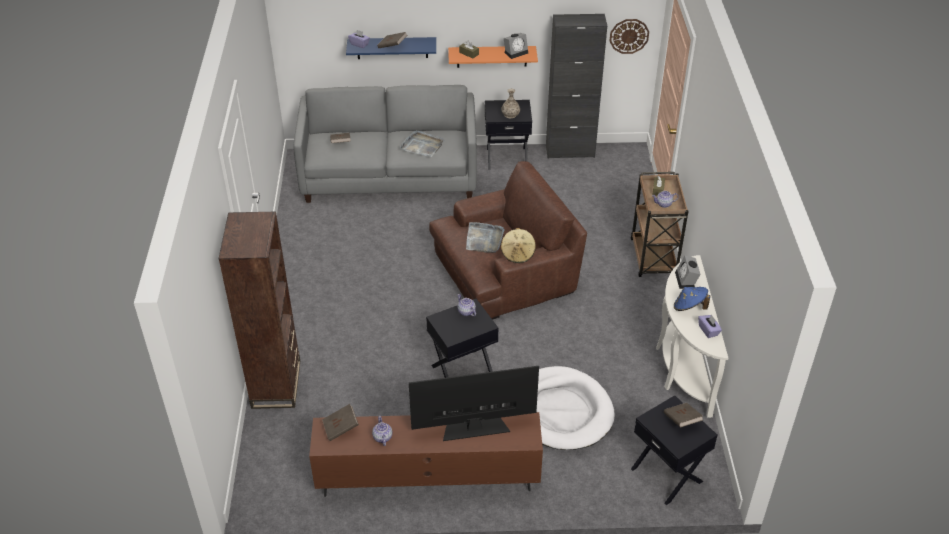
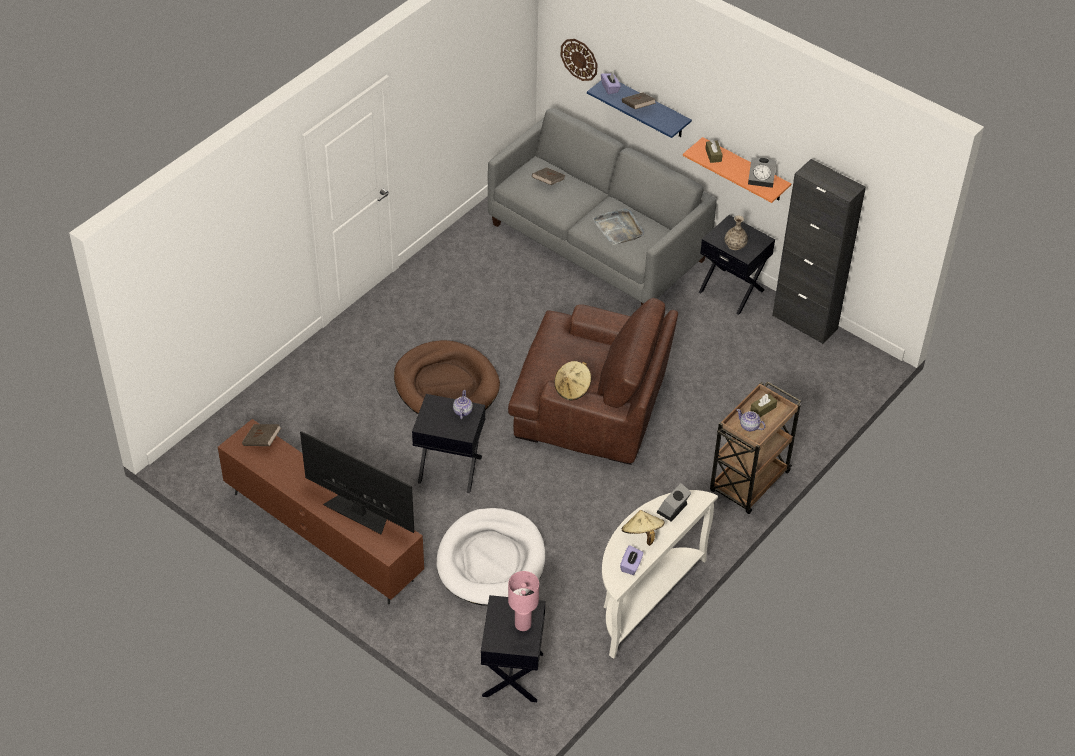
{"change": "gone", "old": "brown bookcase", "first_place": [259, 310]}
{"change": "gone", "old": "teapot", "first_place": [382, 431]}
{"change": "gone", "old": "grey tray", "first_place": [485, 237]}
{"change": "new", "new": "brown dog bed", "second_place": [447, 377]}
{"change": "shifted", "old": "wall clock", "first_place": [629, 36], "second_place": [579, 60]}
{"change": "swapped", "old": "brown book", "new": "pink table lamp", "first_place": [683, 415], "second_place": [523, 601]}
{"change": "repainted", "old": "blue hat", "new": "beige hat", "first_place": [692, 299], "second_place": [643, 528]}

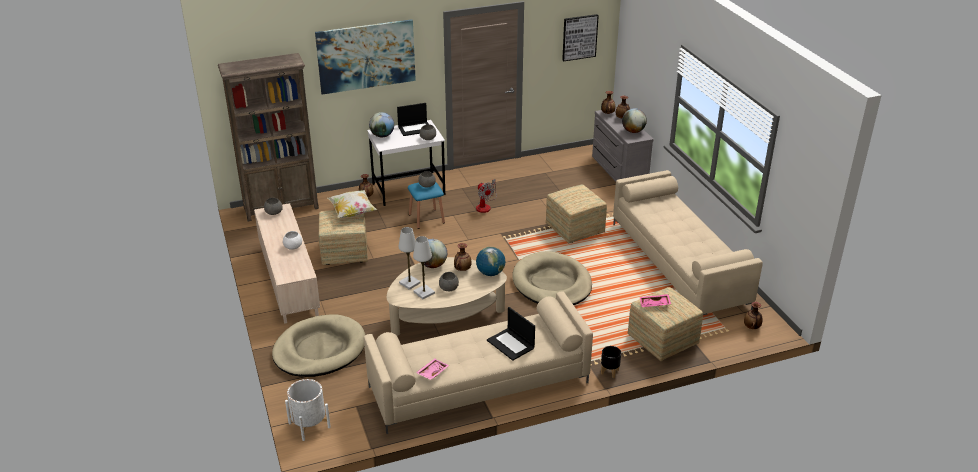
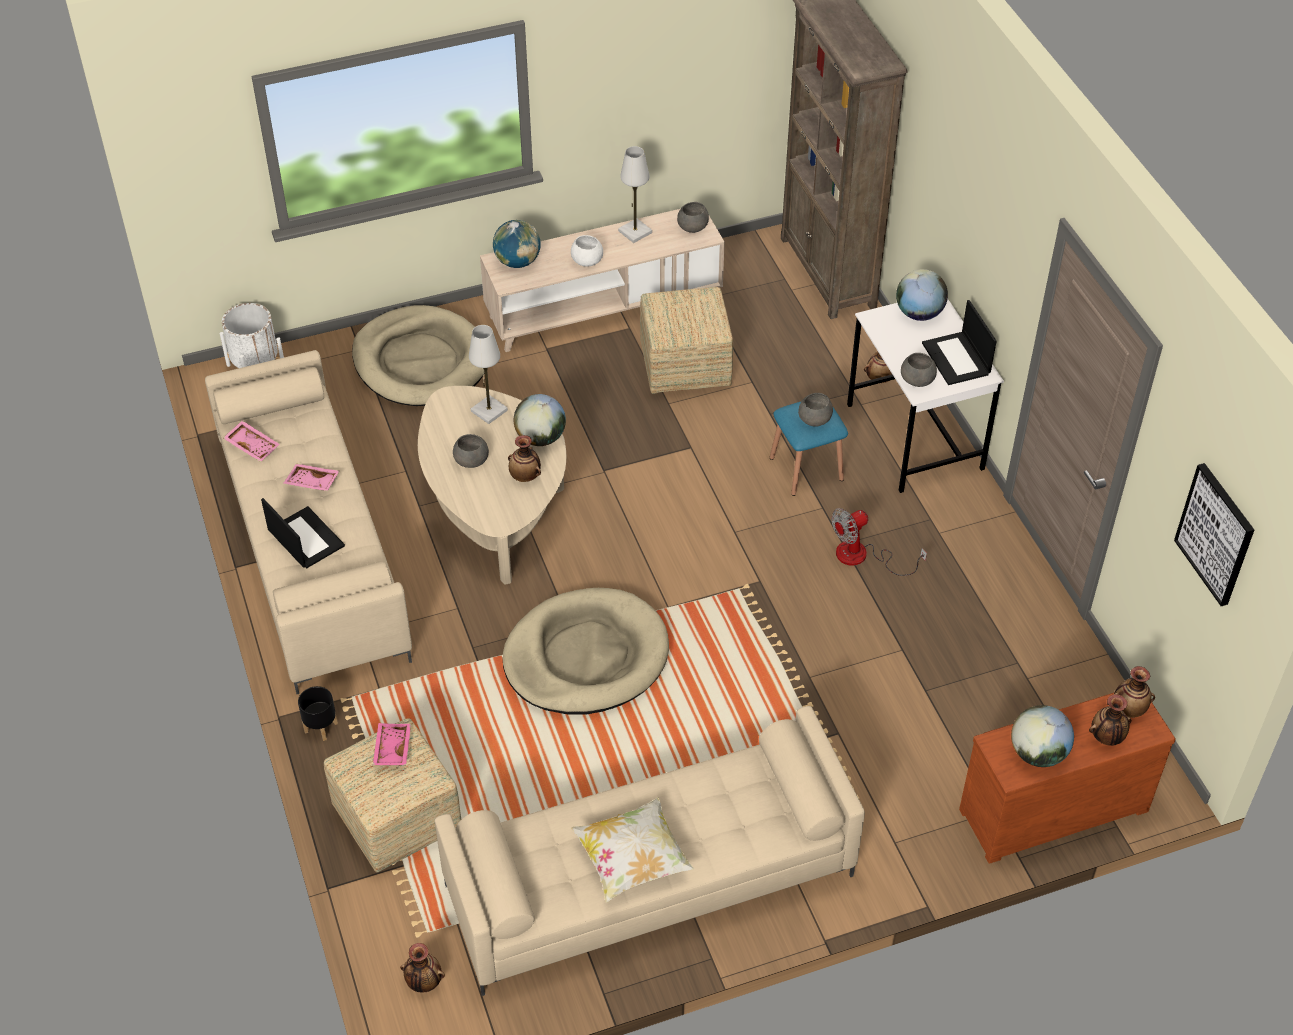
{"change": "gone", "old": "picture", "first_place": [365, 57]}
{"change": "gone", "old": "ottoman", "first_place": [576, 213]}
{"change": "new", "new": "pink tray", "second_place": [312, 477]}
{"change": "shifted", "old": "pillow", "first_place": [352, 204], "second_place": [632, 850]}
{"change": "shifted", "old": "white table lamp", "first_place": [424, 267], "second_place": [635, 194]}
{"change": "shifted", "old": "globe", "first_place": [491, 261], "second_place": [517, 244]}
{"change": "repainted", "old": "grey dresser", "new": "brown dresser", "first_place": [623, 144], "second_place": [1067, 778]}
{"change": "rotated", "old": "laptop", "first_place": [511, 334], "second_place": [303, 533], "degrees": 90}

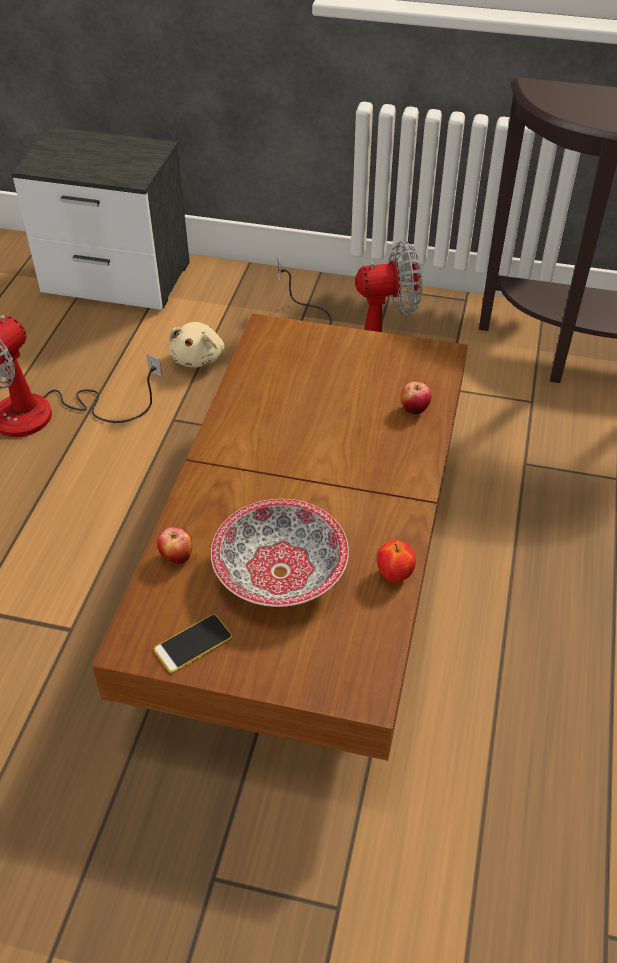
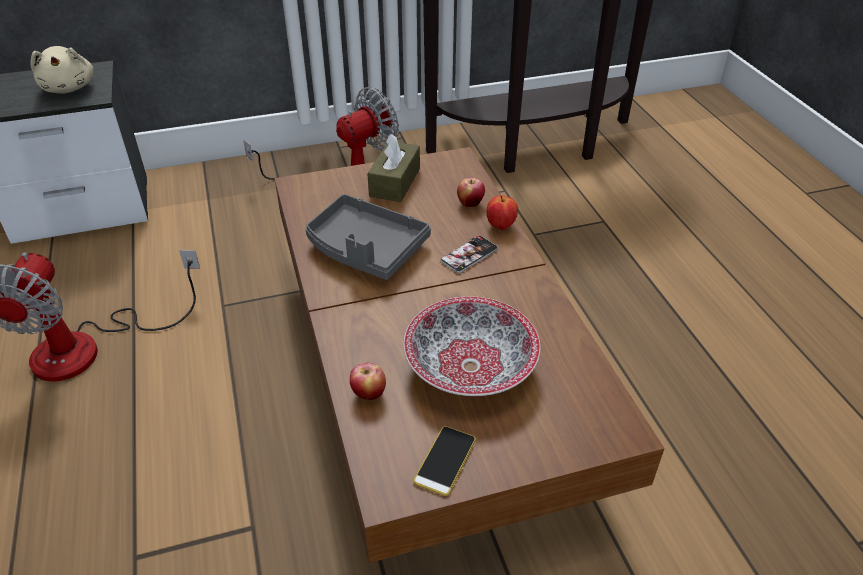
{"change": "new", "new": "grey tray", "second_place": [368, 237]}
{"change": "new", "new": "brown tissue box", "second_place": [393, 168]}
{"change": "new", "new": "phone", "second_place": [469, 254]}
{"change": "shifted", "old": "beige plush toy", "first_place": [197, 345], "second_place": [62, 70]}
{"change": "shifted", "old": "apple", "first_place": [396, 561], "second_place": [502, 212]}

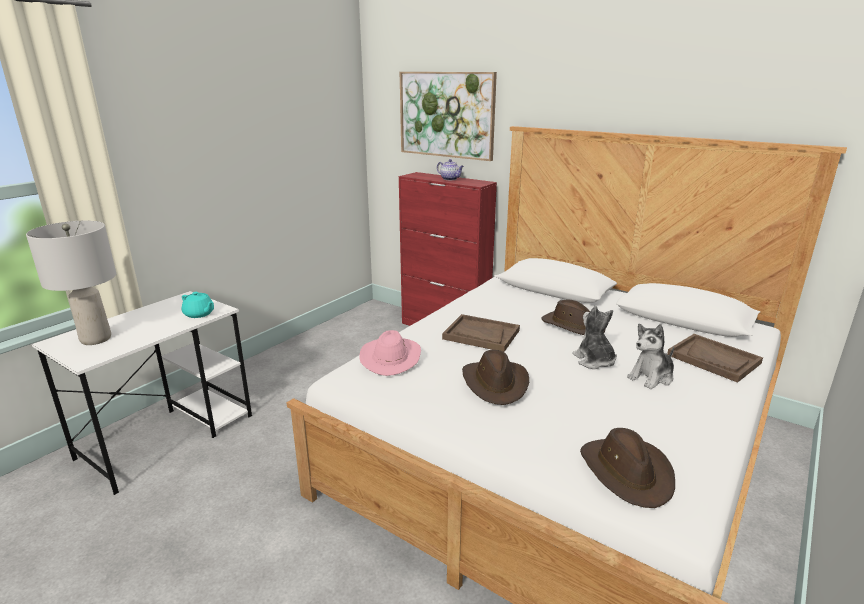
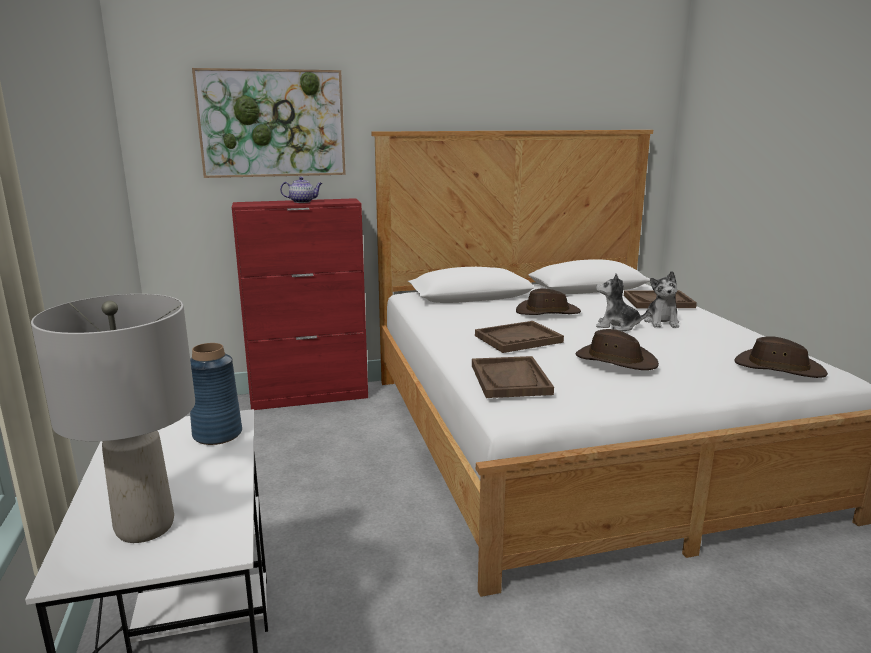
{"change": "swapped", "old": "turquoise teapot", "new": "blue vase", "first_place": [198, 305], "second_place": [216, 394]}
{"change": "swapped", "old": "pink hat", "new": "brown tray", "first_place": [390, 353], "second_place": [513, 377]}

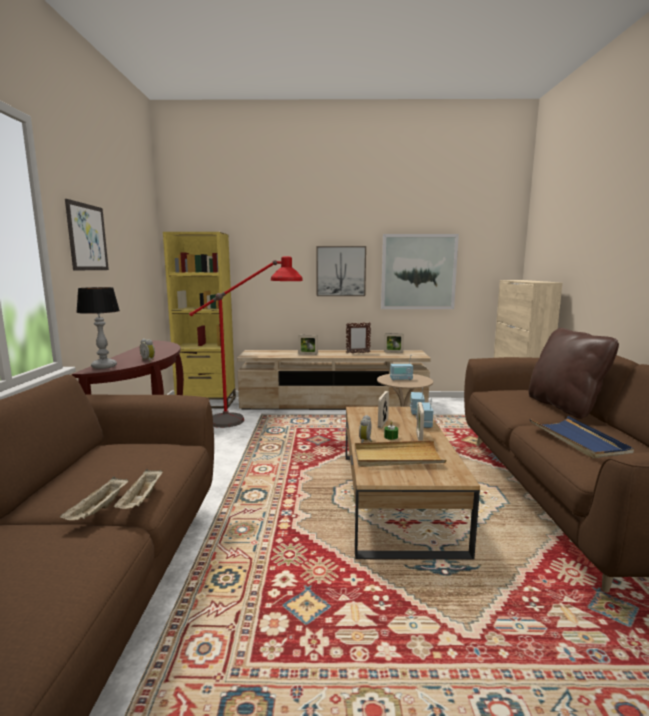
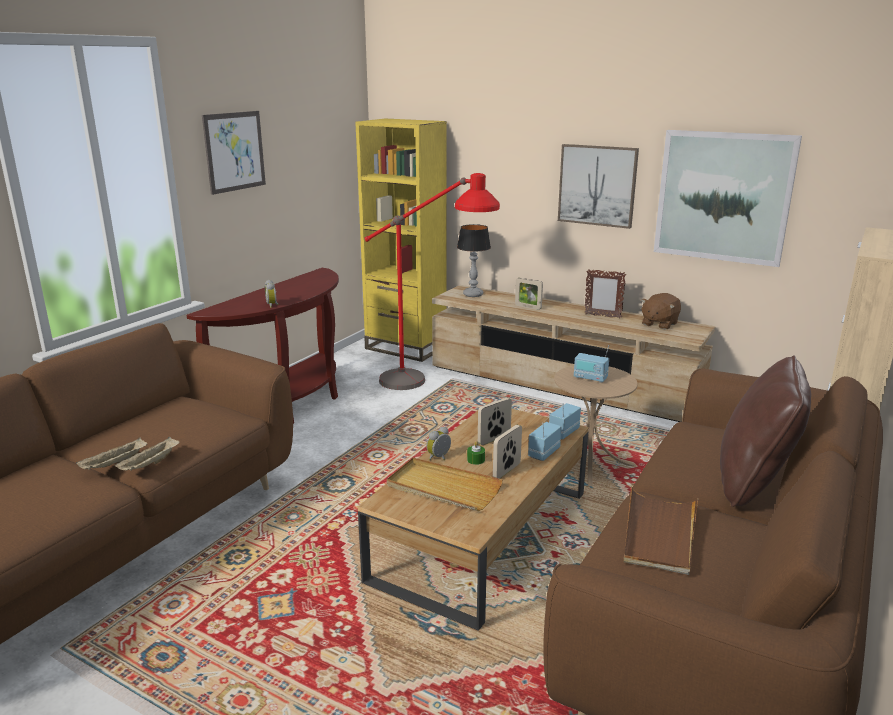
{"change": "shifted", "old": "table lamp", "first_place": [98, 328], "second_place": [474, 260]}
{"change": "swapped", "old": "picture frame", "new": "brown plush toy", "first_place": [394, 343], "second_place": [661, 311]}
{"change": "repainted", "old": "blue tray", "new": "brown tray", "first_place": [582, 437], "second_place": [661, 530]}

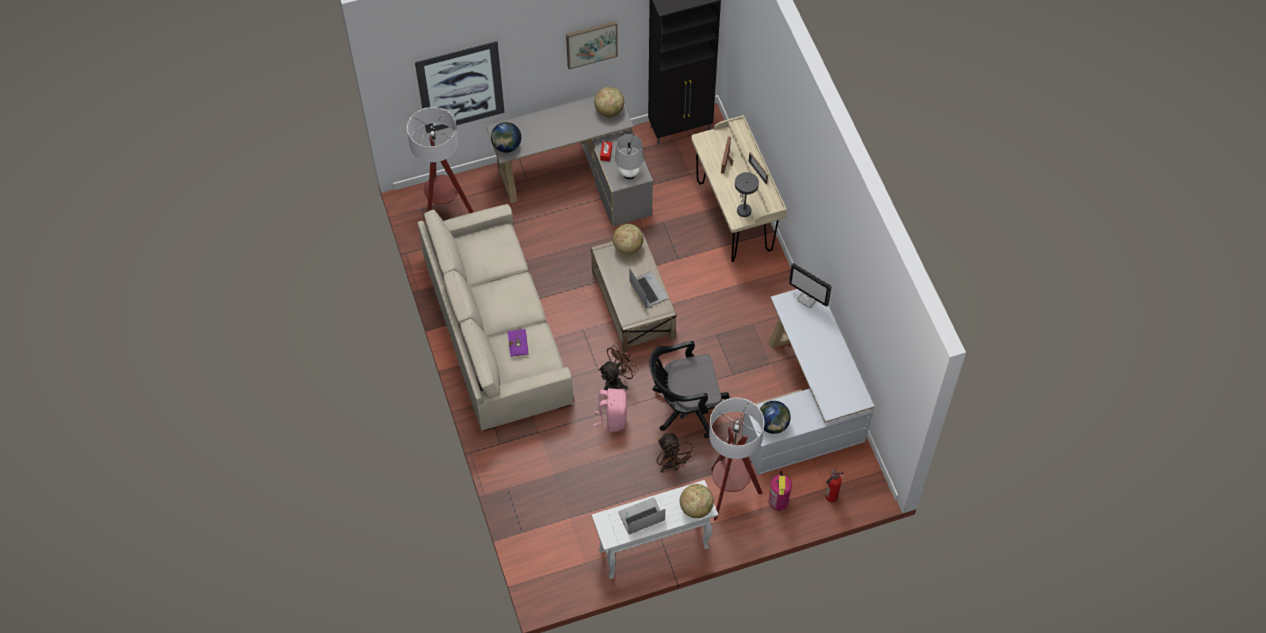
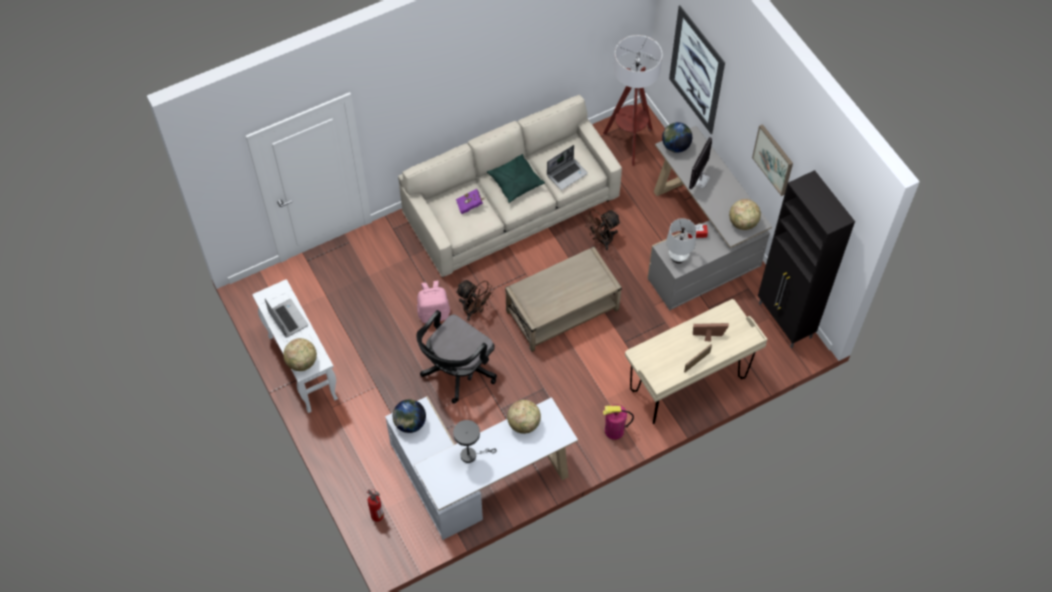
{"change": "gone", "old": "floor lamp", "first_place": [736, 459]}
{"change": "new", "new": "green pillow", "second_place": [516, 178]}
{"change": "shifted", "old": "globe", "first_place": [628, 239], "second_place": [524, 417]}
{"change": "shifted", "old": "laptop", "first_place": [648, 288], "second_place": [567, 167]}
{"change": "shifted", "old": "brown fan", "first_place": [676, 452], "second_place": [602, 229]}
{"change": "shifted", "old": "grey table lamp", "first_place": [747, 194], "second_place": [475, 441]}
{"change": "shifted", "old": "fire extinguisher", "first_place": [780, 491], "second_place": [618, 422]}
{"change": "shifted", "old": "monitor", "first_place": [810, 285], "second_place": [700, 163]}
{"change": "rotated", "old": "black office chair", "first_place": [689, 389], "second_place": [457, 356], "degrees": -120}

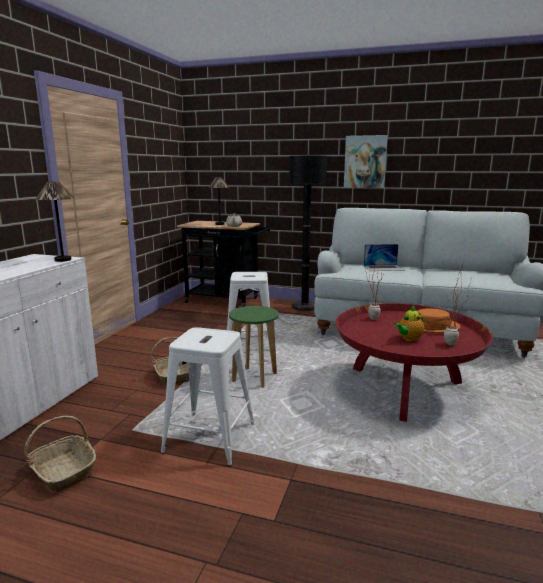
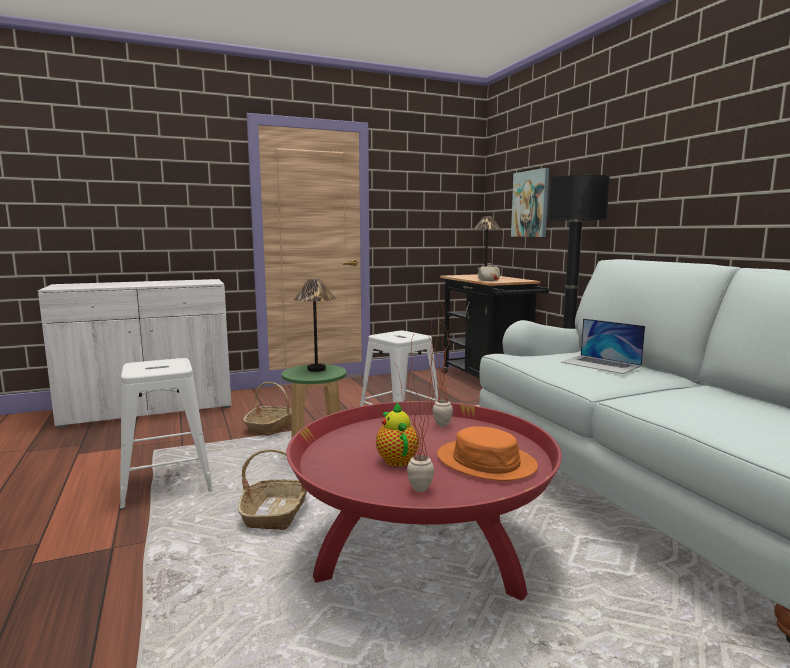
{"change": "shifted", "old": "basket", "first_place": [60, 454], "second_place": [272, 489]}
{"change": "shifted", "old": "table lamp", "first_place": [55, 221], "second_place": [314, 325]}
{"change": "shifted", "old": "picture", "first_place": [366, 161], "second_place": [530, 202]}
{"change": "rotated", "old": "teapot", "first_place": [409, 323], "second_place": [397, 434], "degrees": 60}

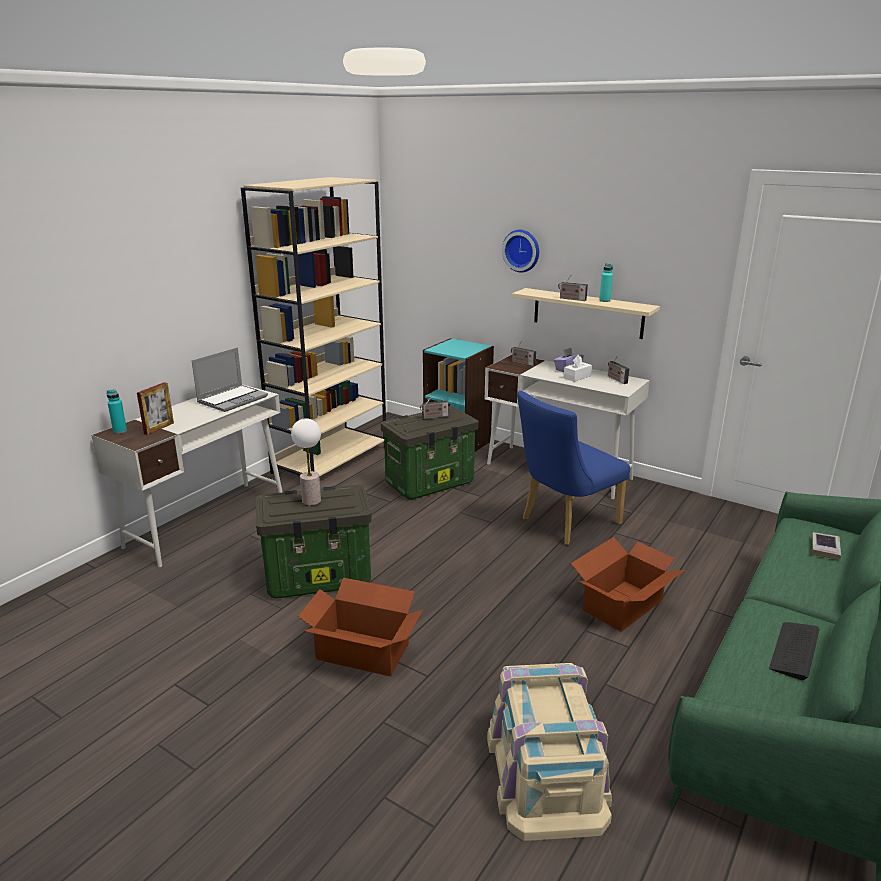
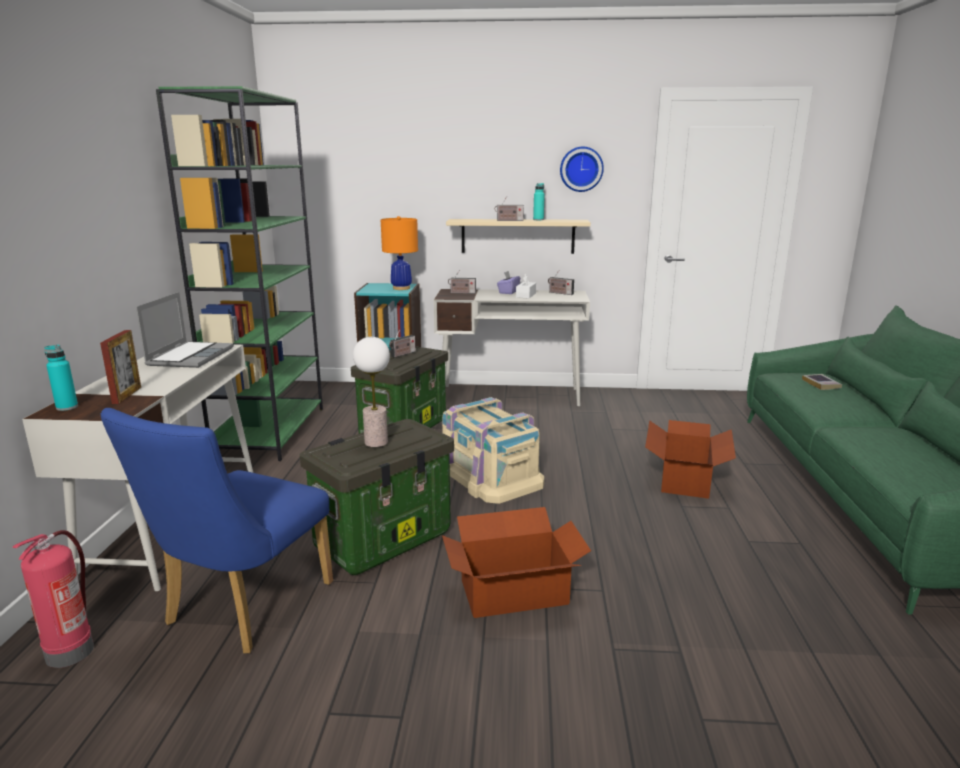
{"change": "gone", "old": "keyboard", "first_place": [794, 651]}
{"change": "new", "new": "fire extinguisher", "second_place": [53, 599]}
{"change": "new", "new": "orange table lamp", "second_place": [399, 253]}
{"change": "shifted", "old": "beige storage box", "first_place": [549, 752], "second_place": [493, 450]}
{"change": "shifted", "old": "wall clock", "first_place": [520, 251], "second_place": [582, 169]}
{"change": "shifted", "old": "blue chair", "first_place": [573, 468], "second_place": [216, 531]}
{"change": "repainted", "old": "beige bookcase", "new": "green bookcase", "first_place": [313, 327], "second_place": [239, 273]}

